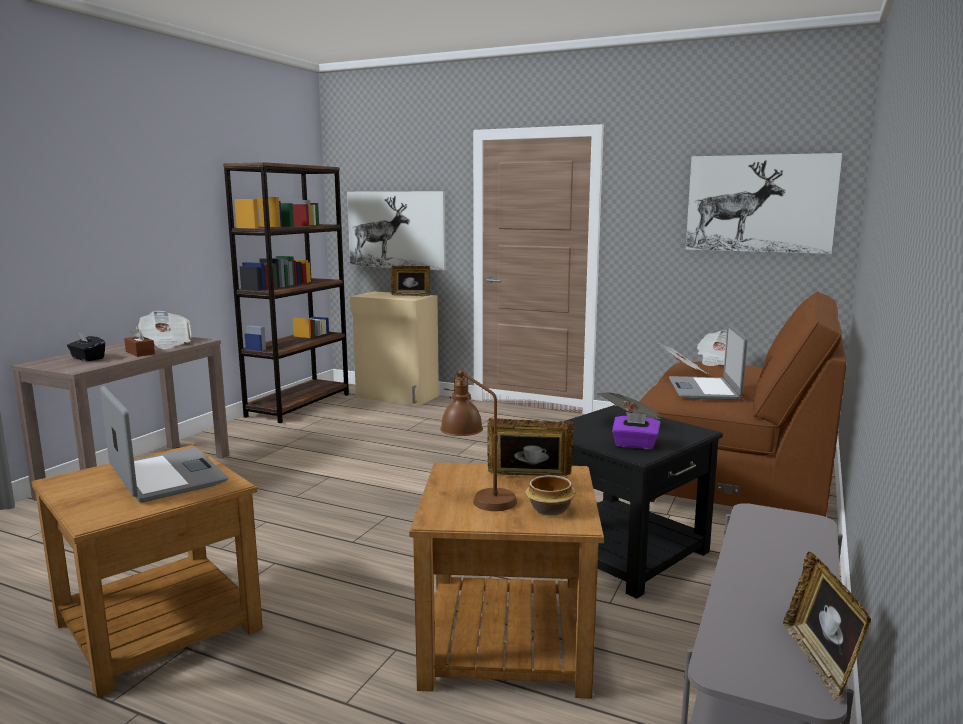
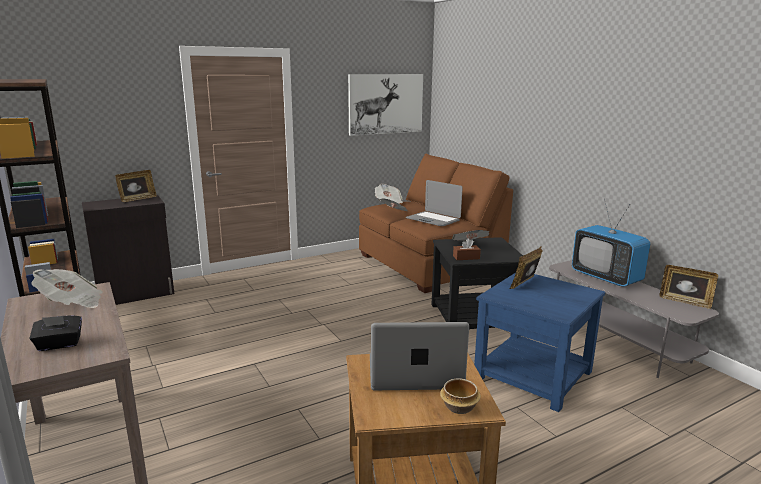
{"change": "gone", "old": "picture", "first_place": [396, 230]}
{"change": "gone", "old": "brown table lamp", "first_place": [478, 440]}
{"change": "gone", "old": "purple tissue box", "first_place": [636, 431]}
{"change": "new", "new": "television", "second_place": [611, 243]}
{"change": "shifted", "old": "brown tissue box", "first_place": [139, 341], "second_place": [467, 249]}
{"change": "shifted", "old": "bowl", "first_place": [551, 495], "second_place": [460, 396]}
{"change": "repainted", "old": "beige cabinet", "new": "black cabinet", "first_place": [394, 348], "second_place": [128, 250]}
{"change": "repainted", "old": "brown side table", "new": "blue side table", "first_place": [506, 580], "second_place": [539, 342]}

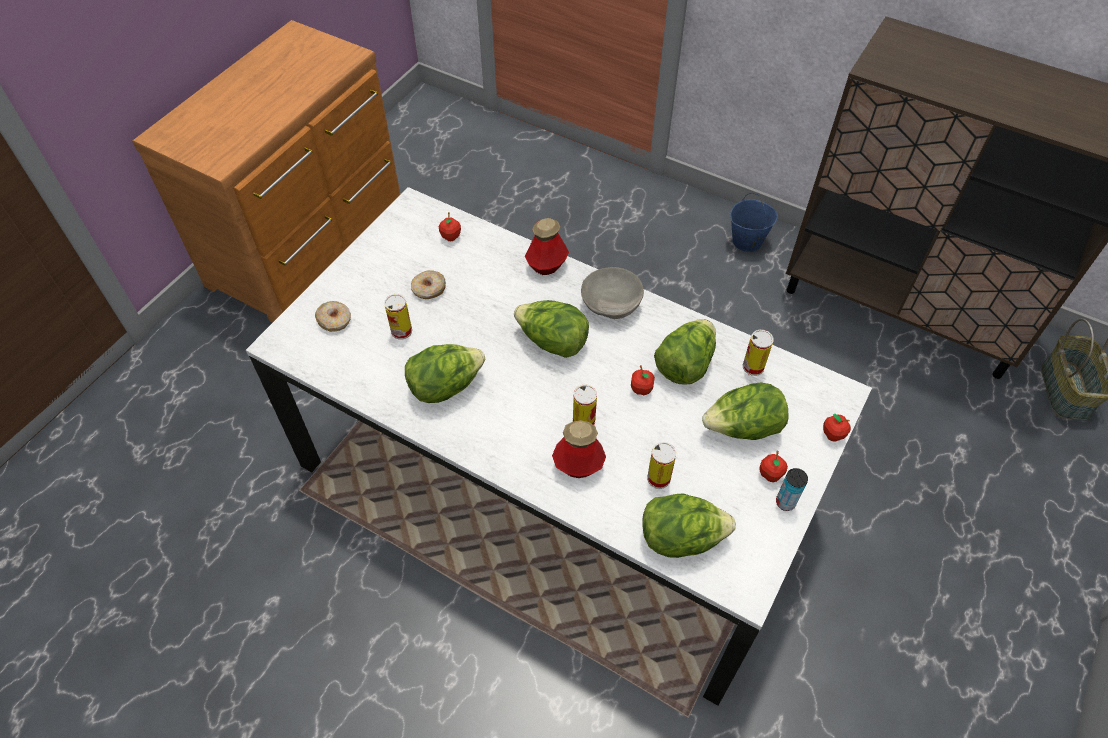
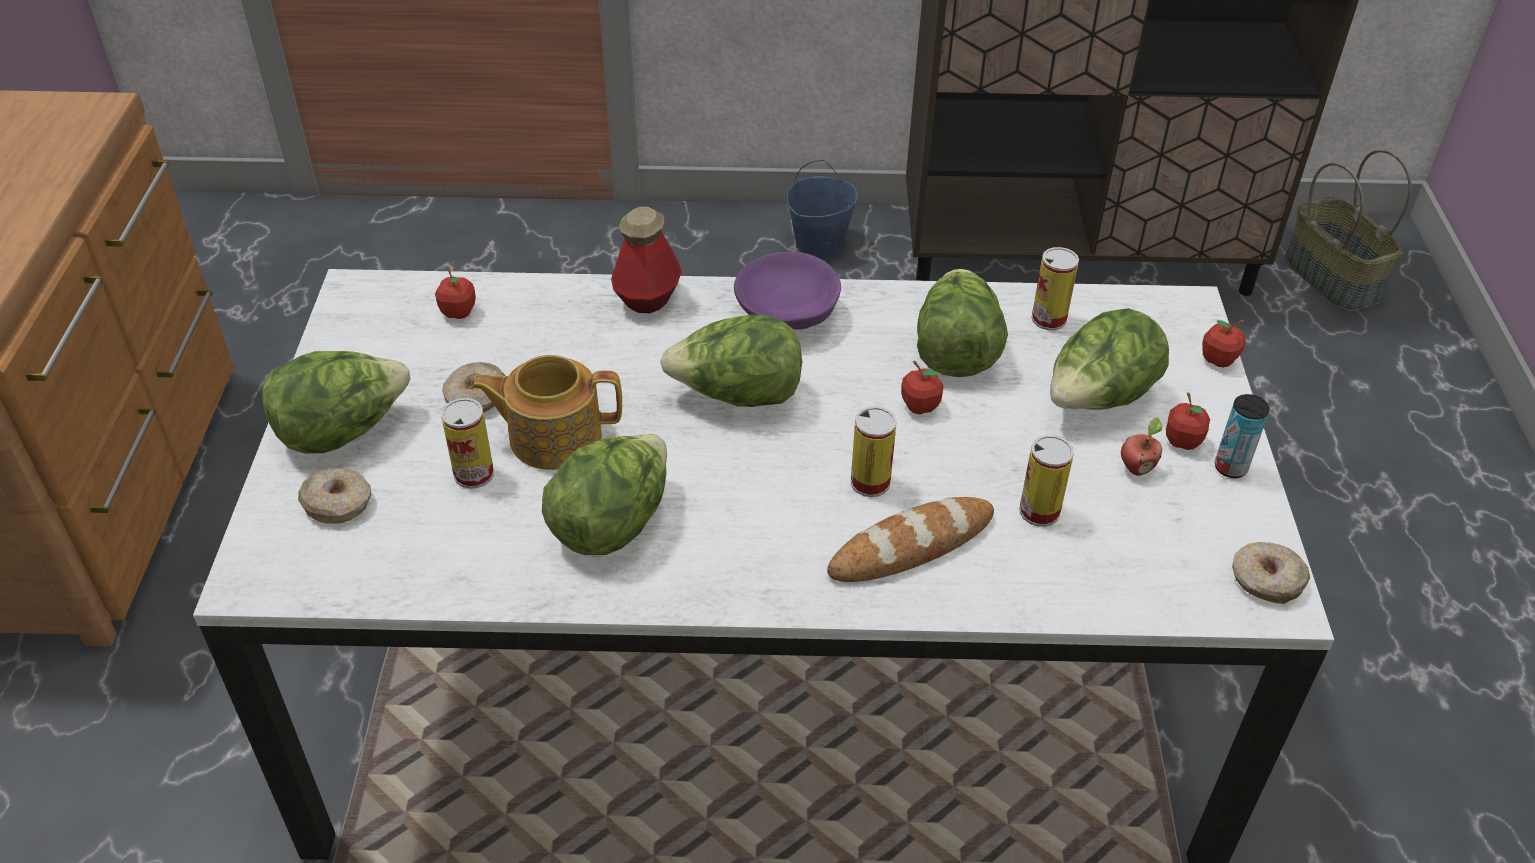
{"change": "new", "new": "teapot", "second_place": [546, 412]}
{"change": "new", "new": "apple", "second_place": [1142, 446]}
{"change": "new", "new": "donut", "second_place": [1271, 573]}
{"change": "shifted", "old": "lettuce", "first_place": [689, 525], "second_place": [336, 402]}
{"change": "swapped", "old": "bottle", "new": "bread", "first_place": [579, 449], "second_place": [910, 539]}
{"change": "repainted", "old": "grey bowl", "new": "purple bowl", "first_place": [612, 293], "second_place": [787, 291]}

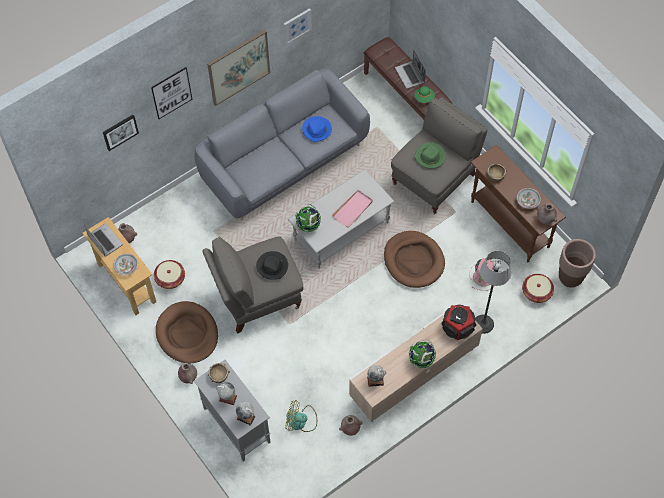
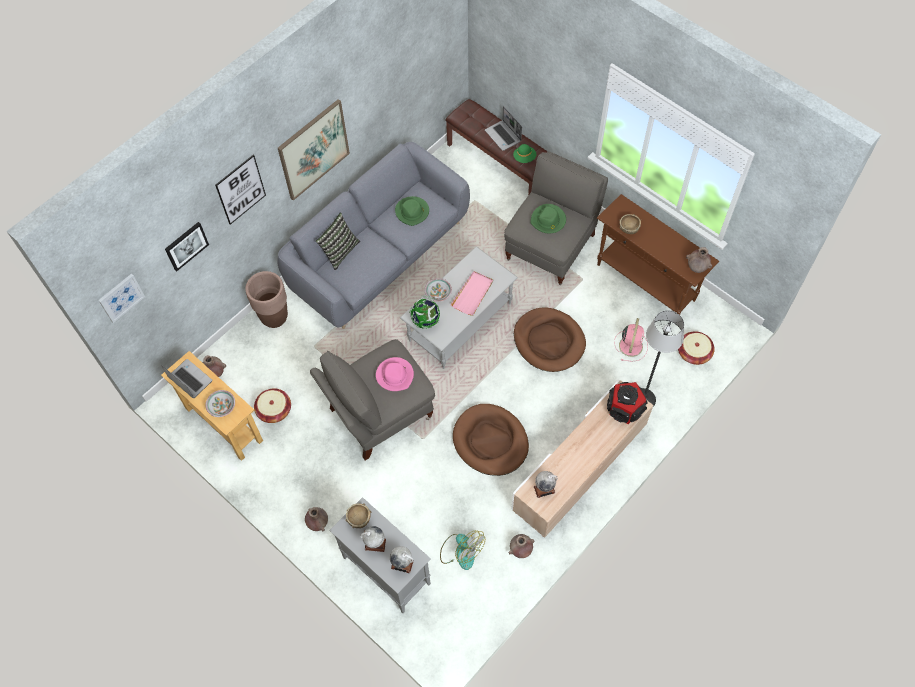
{"change": "gone", "old": "globe", "first_place": [422, 354]}
{"change": "new", "new": "pillow", "second_place": [338, 241]}
{"change": "shifted", "old": "brown dog bed", "first_place": [187, 332], "second_place": [491, 440]}
{"change": "shifted", "old": "picture", "first_place": [298, 26], "second_place": [121, 298]}
{"change": "shifted", "old": "bowl", "first_place": [529, 198], "second_place": [438, 290]}
{"change": "shifted", "old": "brown planter", "first_place": [577, 263], "second_place": [266, 299]}
{"change": "repainted", "old": "black hat", "new": "pink hat", "first_place": [272, 265], "second_place": [395, 374]}
{"change": "repainted", "old": "blue hat", "new": "green hat", "first_place": [317, 129], "second_place": [412, 211]}
{"change": "rotated", "old": "fan", "first_place": [301, 416], "second_place": [462, 550], "degrees": -135}

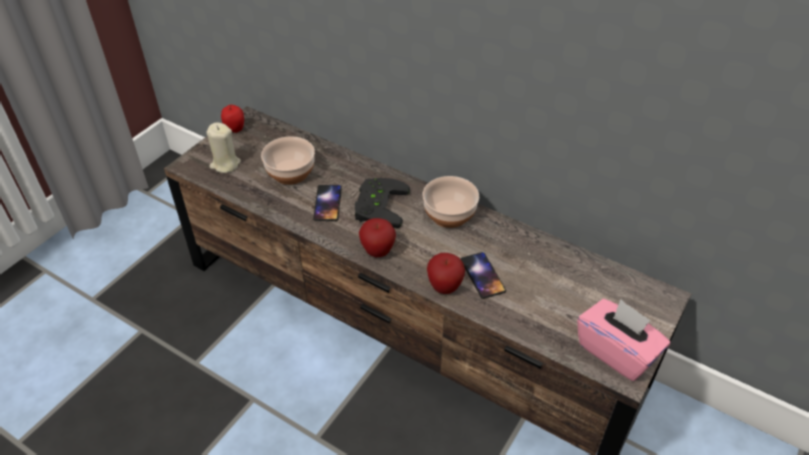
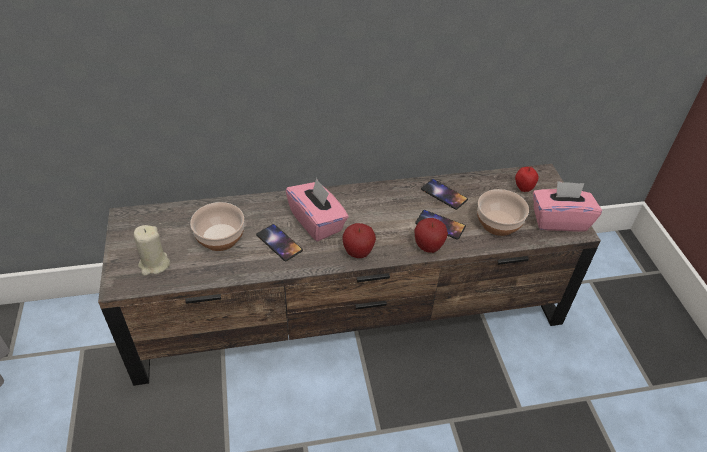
{"change": "new", "new": "phone", "second_place": [444, 194]}
{"change": "shifted", "old": "apple", "first_place": [232, 118], "second_place": [527, 179]}
{"change": "shifted", "old": "bowl", "first_place": [451, 202], "second_place": [503, 212]}
{"change": "swapped", "old": "black game controller", "new": "pink tissue box", "first_place": [382, 203], "second_place": [317, 210]}

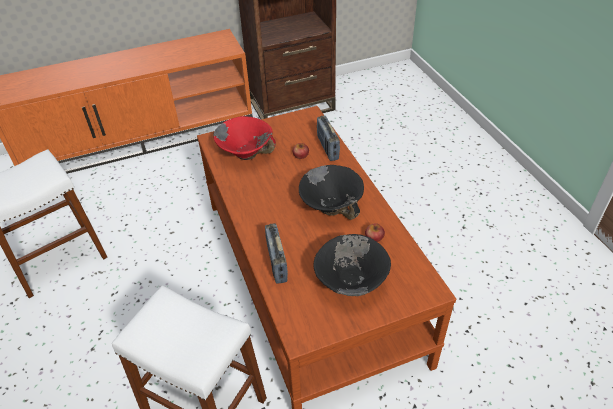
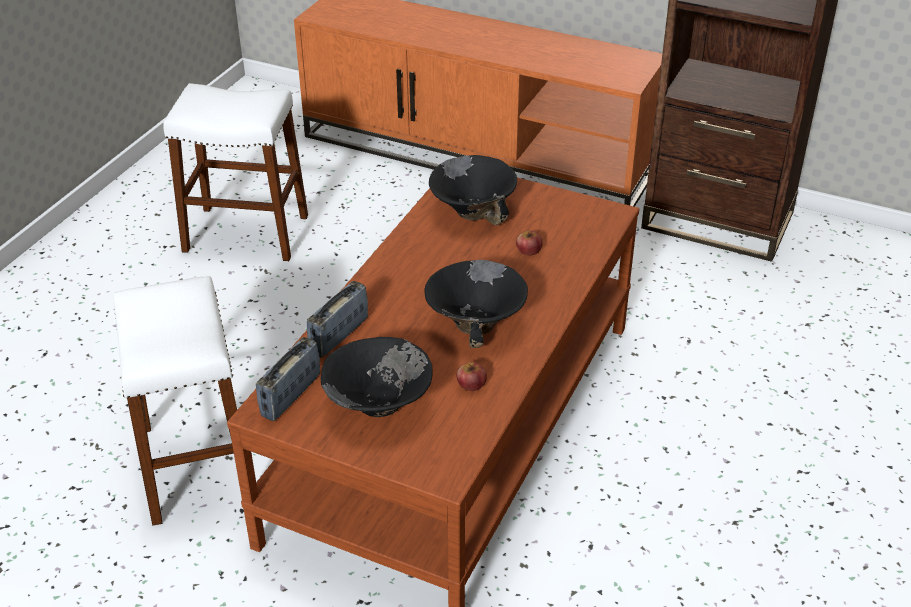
{"change": "shifted", "old": "radio", "first_place": [328, 138], "second_place": [288, 379]}
{"change": "repainted", "old": "red bowl", "new": "black bowl", "first_place": [244, 138], "second_place": [473, 190]}

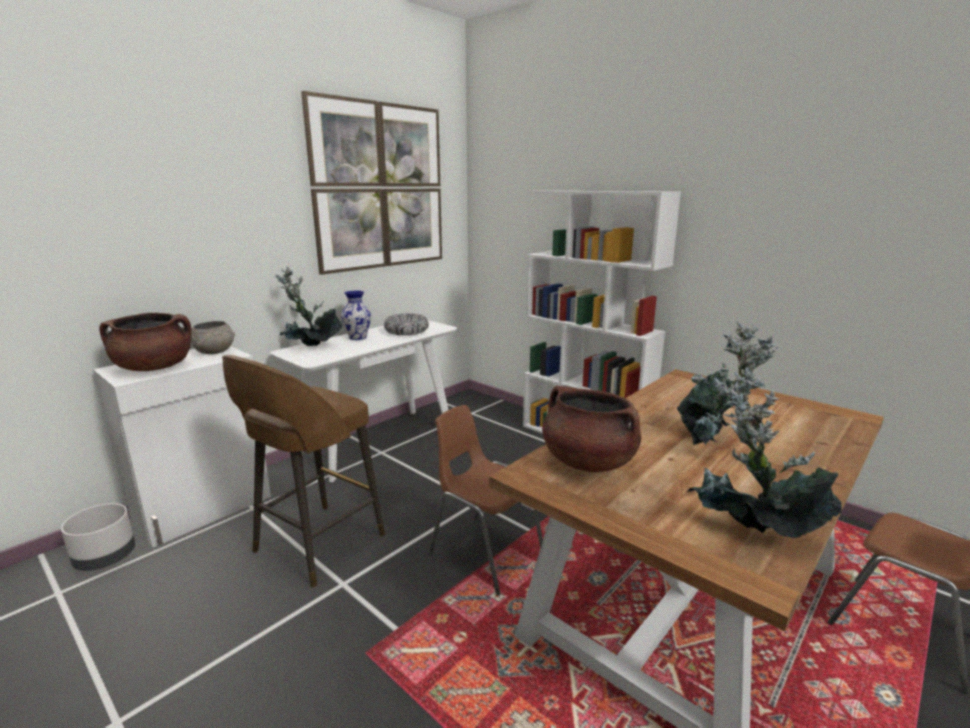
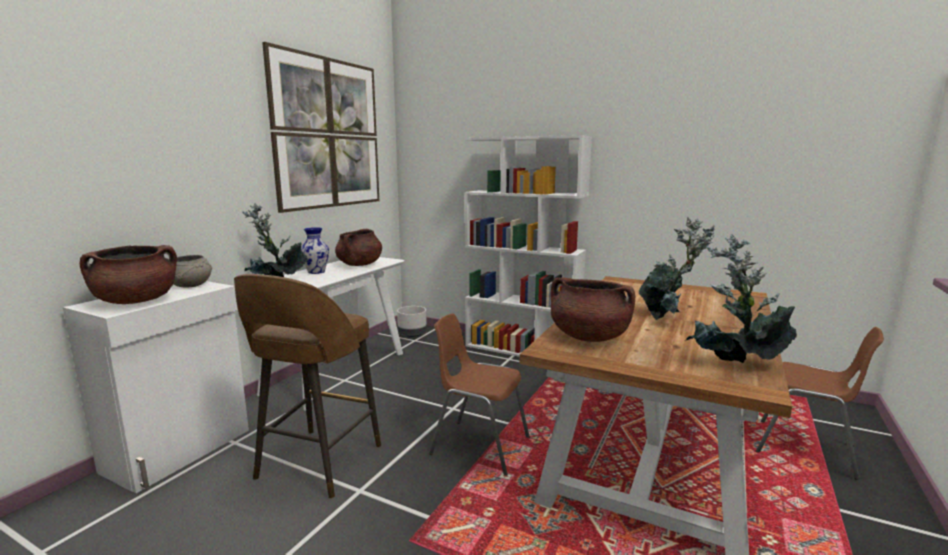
{"change": "shifted", "old": "grey planter", "first_place": [98, 537], "second_place": [412, 321]}
{"change": "swapped", "old": "bowl", "new": "brown cooking pot", "first_place": [406, 324], "second_place": [358, 247]}

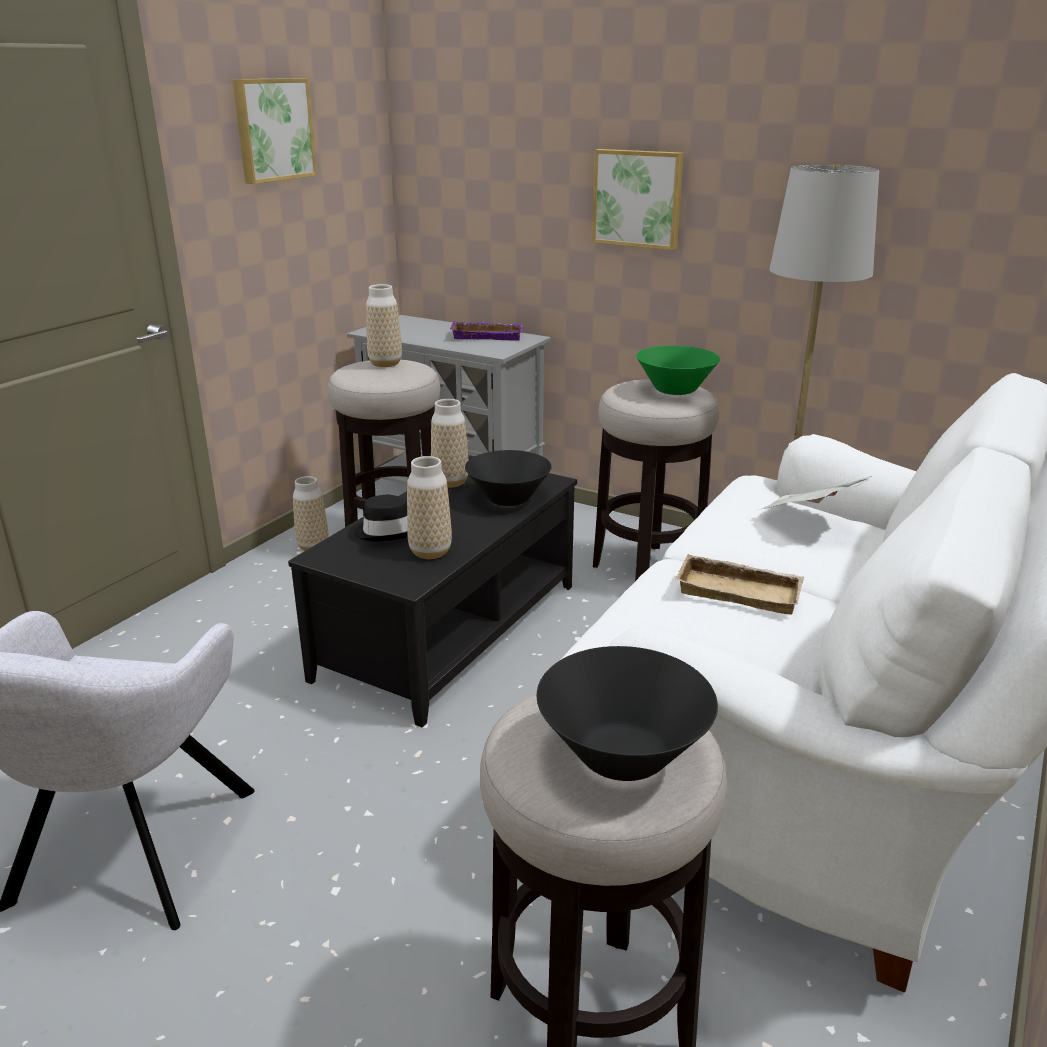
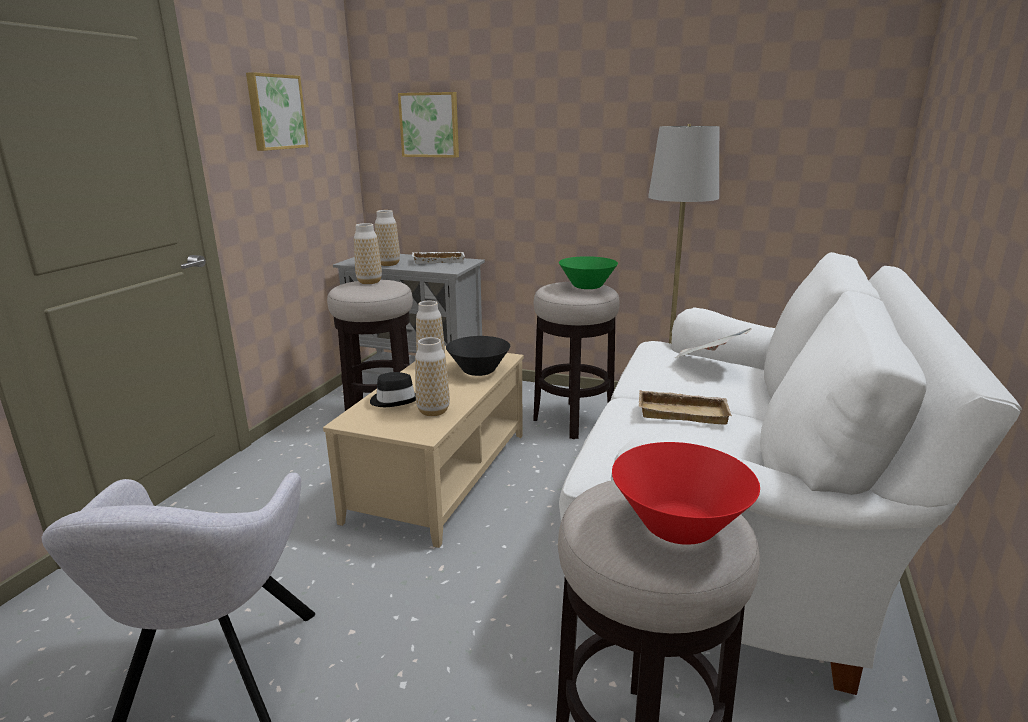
{"change": "shifted", "old": "vase", "first_place": [311, 513], "second_place": [387, 238]}
{"change": "shifted", "old": "picture", "first_place": [638, 199], "second_place": [428, 125]}
{"change": "repainted", "old": "black coffee table", "new": "beige coffee table", "first_place": [432, 591], "second_place": [423, 447]}
{"change": "repainted", "old": "purple tray", "new": "white tray", "first_place": [486, 330], "second_place": [438, 258]}
{"change": "repainted", "old": "black bowl", "new": "red bowl", "first_place": [627, 713], "second_place": [686, 493]}

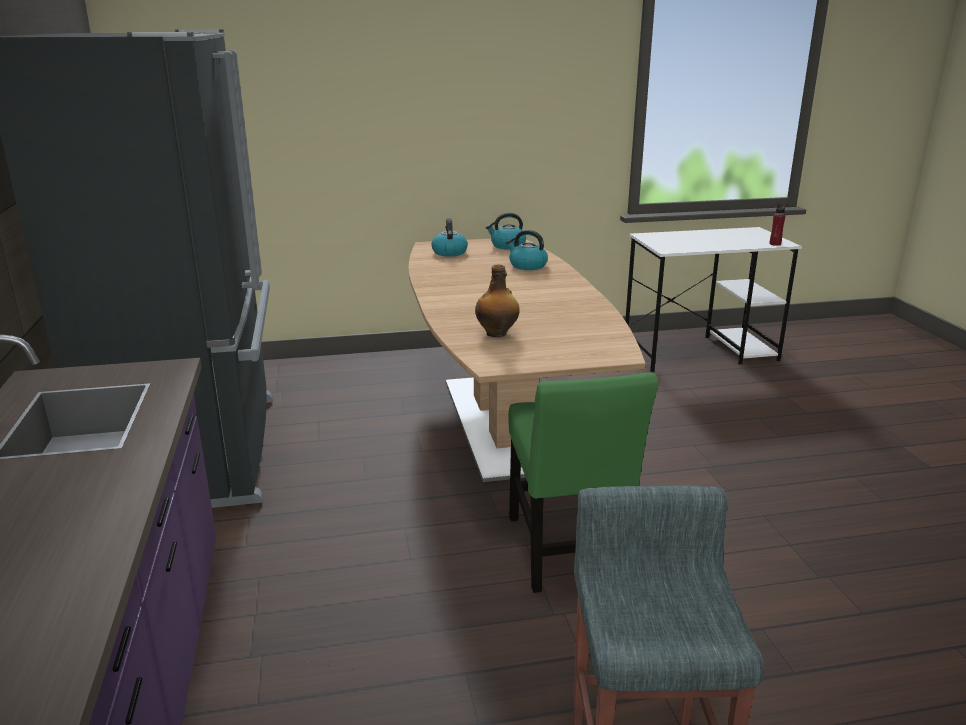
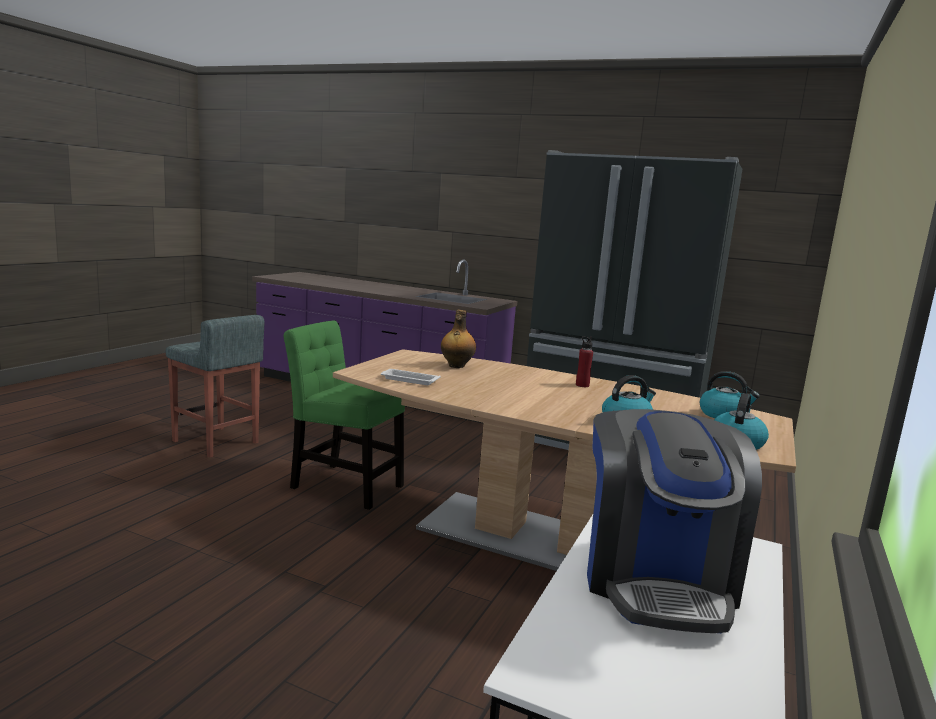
{"change": "new", "new": "white tray", "second_place": [411, 377]}
{"change": "new", "new": "coffee machine", "second_place": [674, 521]}
{"change": "shifted", "old": "red bottle", "first_place": [778, 224], "second_place": [584, 361]}

